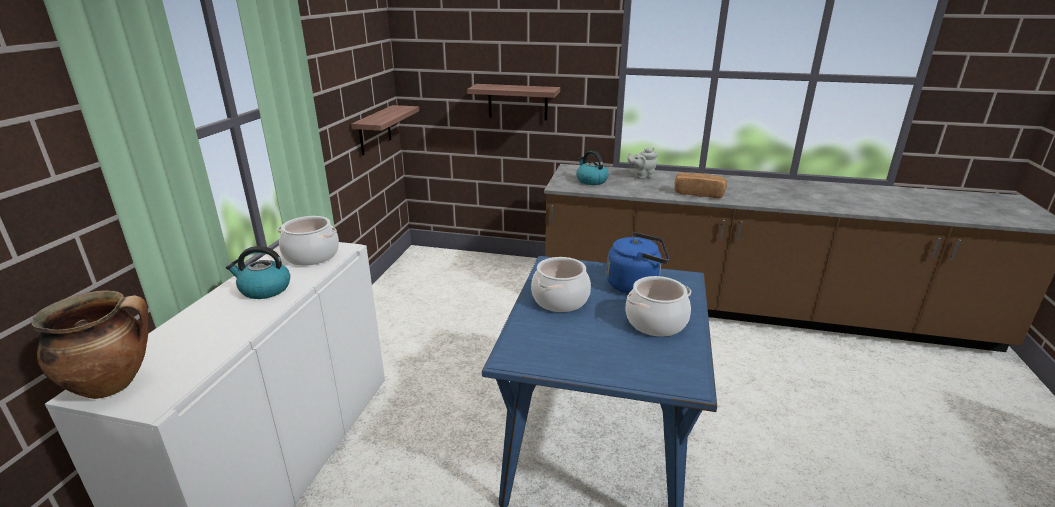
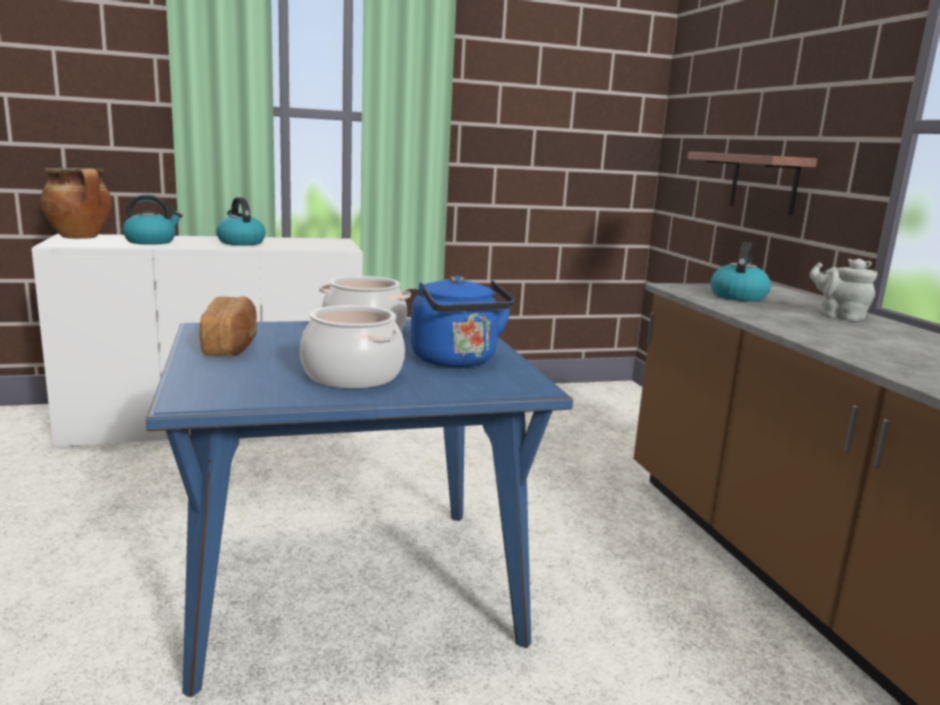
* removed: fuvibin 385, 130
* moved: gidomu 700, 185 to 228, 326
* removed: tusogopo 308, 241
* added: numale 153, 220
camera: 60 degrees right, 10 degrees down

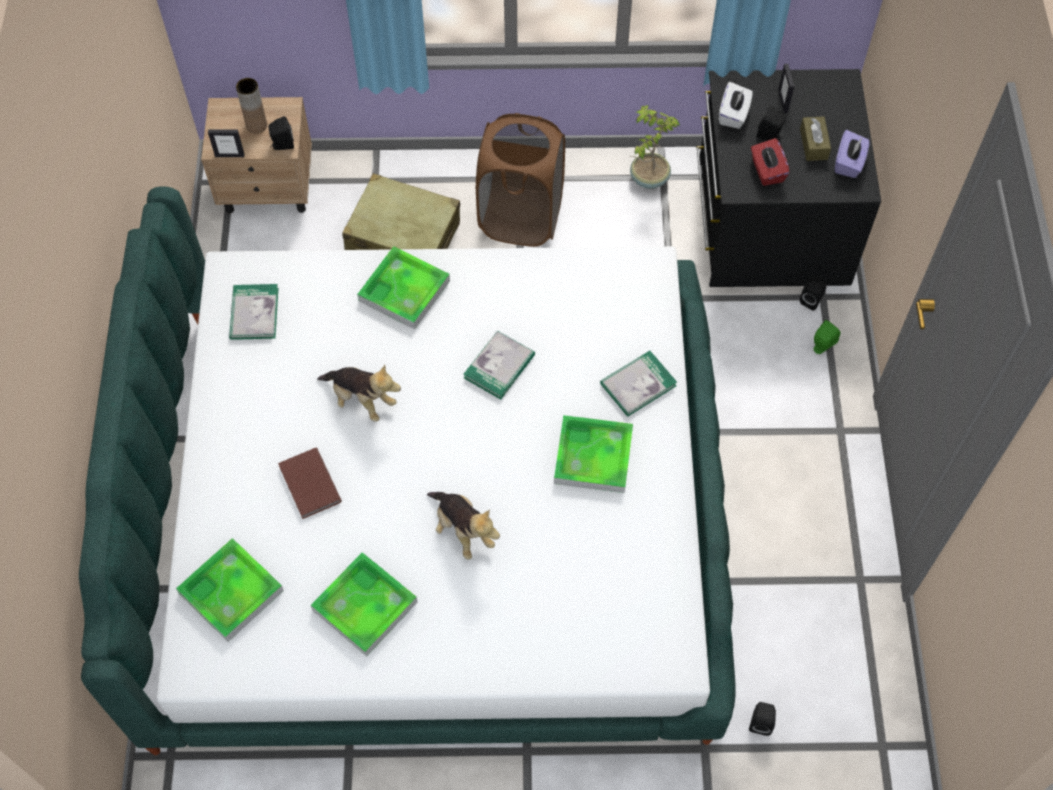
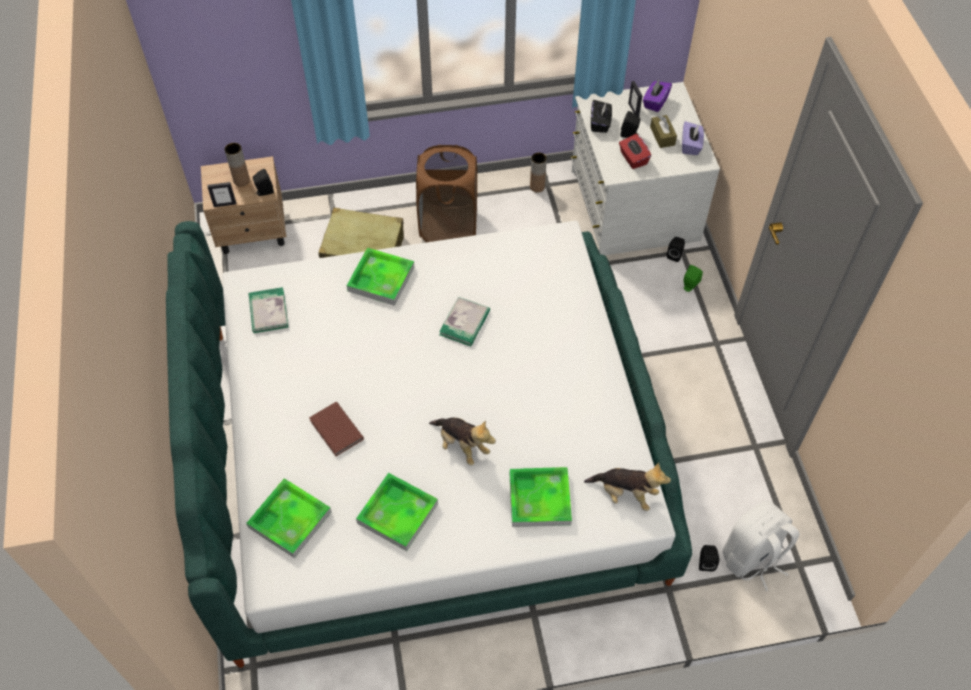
* recoloured: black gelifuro 788, 178 to white gelifuro 645, 168
* recoloured: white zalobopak 736, 105 to black zalobopak 601, 116
* replaced: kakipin 654, 147 to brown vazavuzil 538, 173
* removed: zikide 638, 384
* moved: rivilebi 359, 393 to 627, 486
* moved: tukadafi 593, 454 to 541, 497
* added: purple zalobopak 657, 96
* added: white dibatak 761, 546
camera: 10 degrees left, 5 degrees down

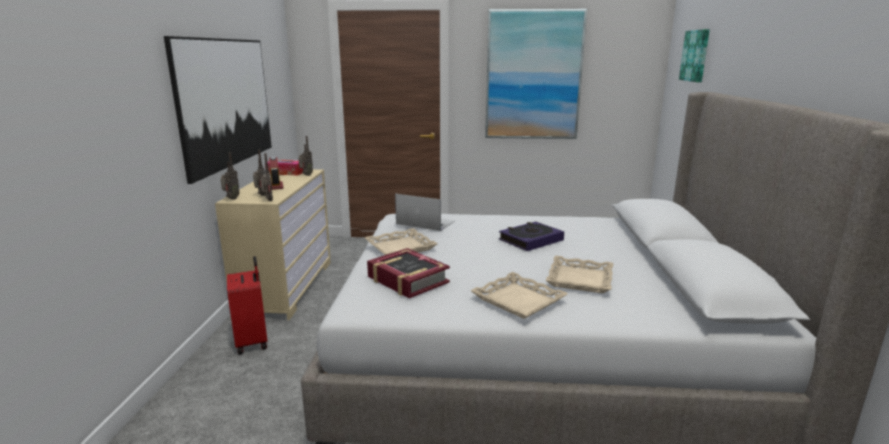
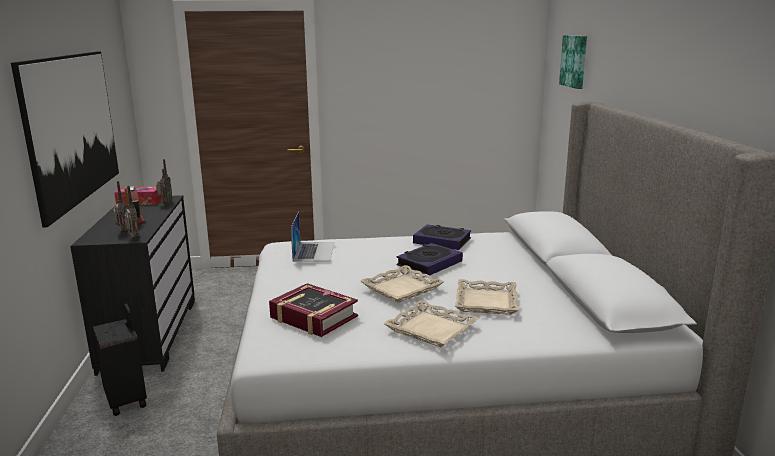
* removed: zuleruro 536, 74
* removed: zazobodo 230, 176
* recoloured: beige gelifuro 273, 244 to black gelifuro 132, 285
* turned: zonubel 425, 212 = 313, 237 75 degrees clockwise
* moved: beige tukadafi 401, 241 to 402, 284
* recoloured: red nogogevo 247, 305 to black nogogevo 120, 360
* added: zikide 442, 237
camera: 10 degrees left, 0 degrees up

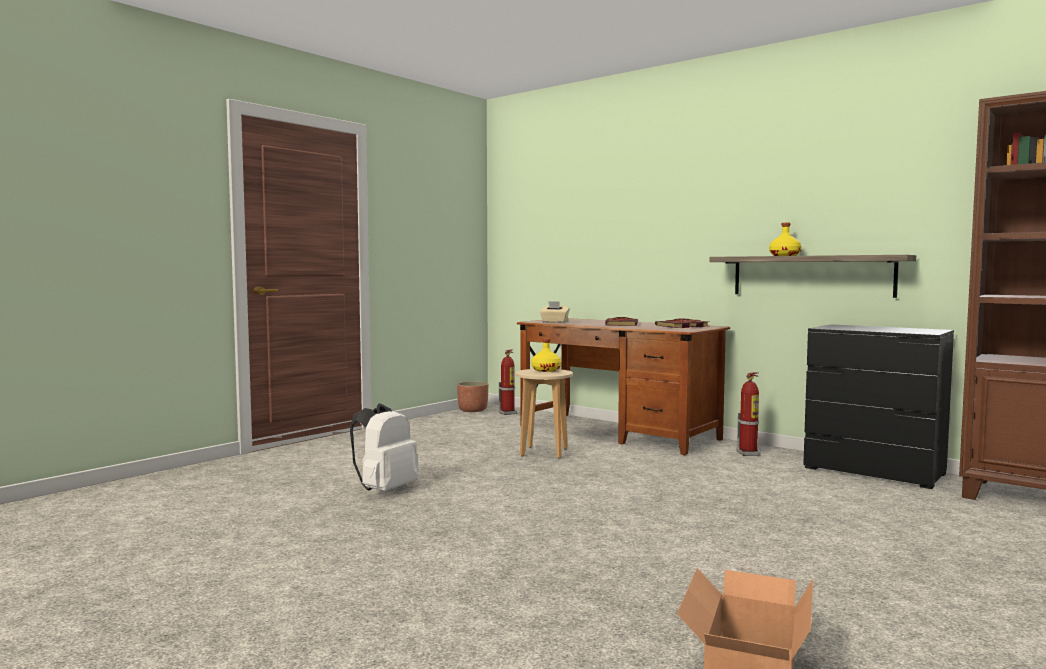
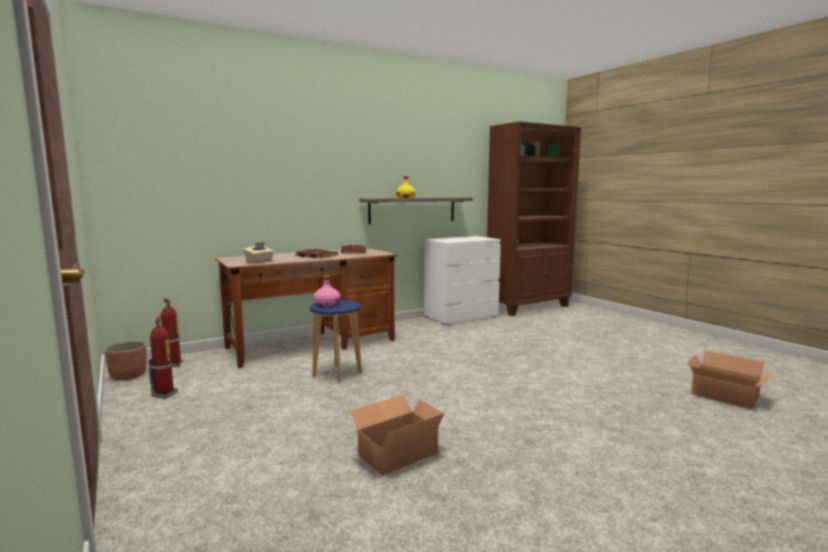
* recoloured: black gelifuro 878, 406 to white gelifuro 462, 280
* recoloured: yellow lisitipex 546, 355 to pink lisitipex 326, 290
* recoloured: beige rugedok 544, 413 to blue rugedok 335, 342
* moved: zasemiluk 748, 414 to 163, 357
* replaced: white dibatak 384, 447 to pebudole 396, 435
camera: 70 degrees left, 5 degrees up

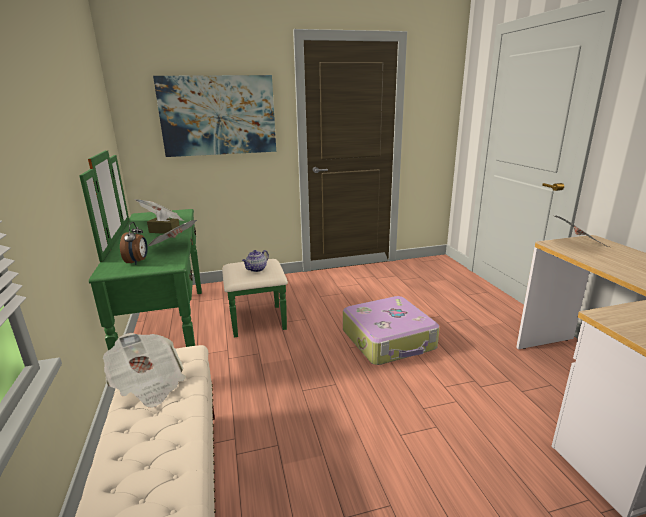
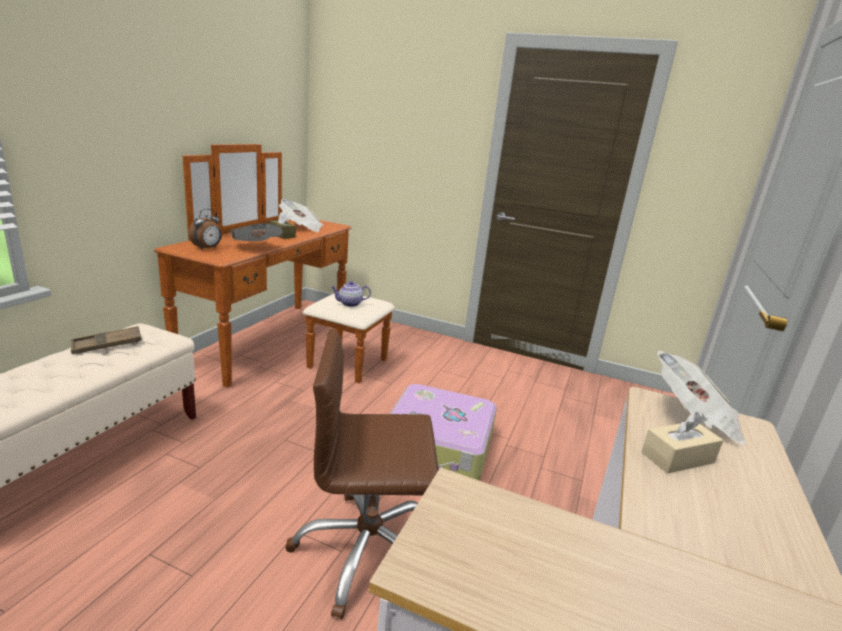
* removed: zuleruro 214, 116
* recoloured: green gelifuro 183, 250 to brown gelifuro 274, 266
* replaced: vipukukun 144, 370 to brown tukadafi 106, 340
* added: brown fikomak 362, 473
* added: beige zalobopak 682, 443
camera: 35 degrees right, 0 degrees up

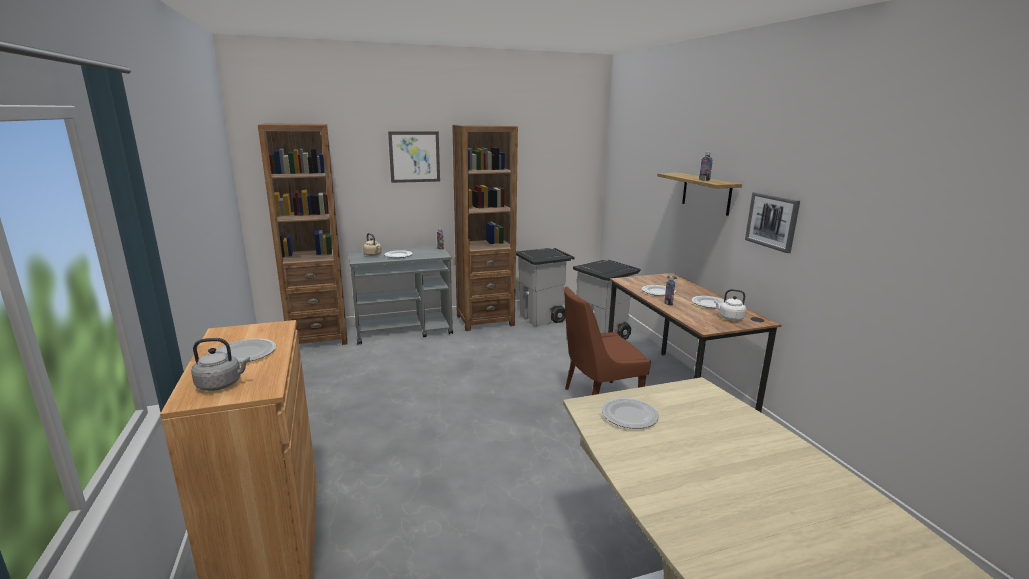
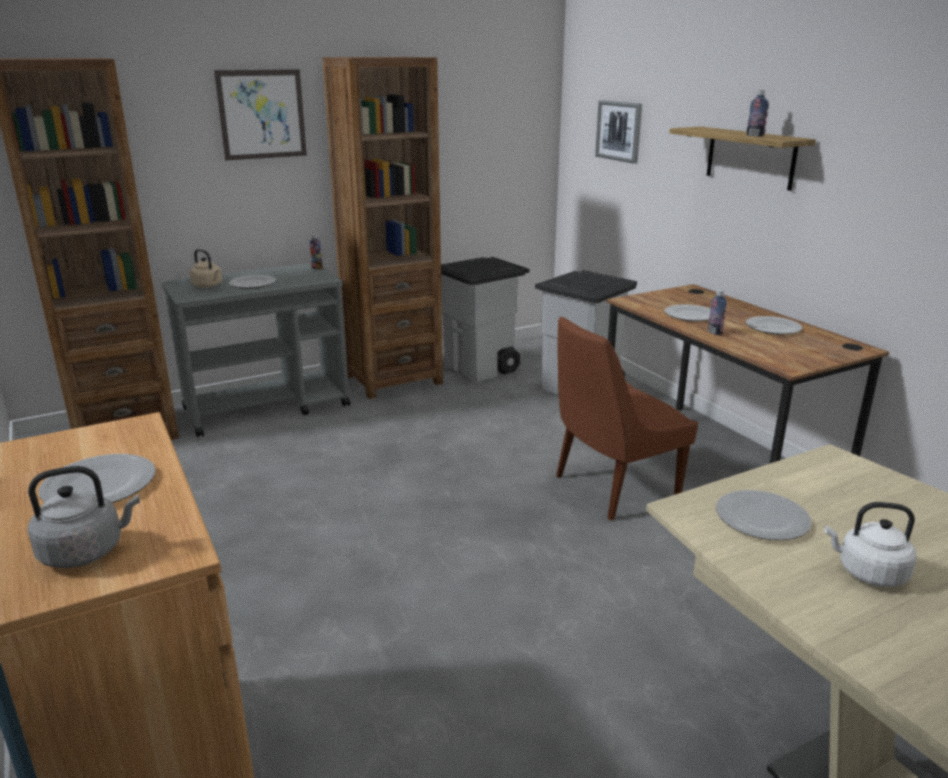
* moved: zuleruro 772, 222 to 618, 132
* moved: white numale 730, 305 to 871, 544
camera: 10 degrees left, 5 degrees up

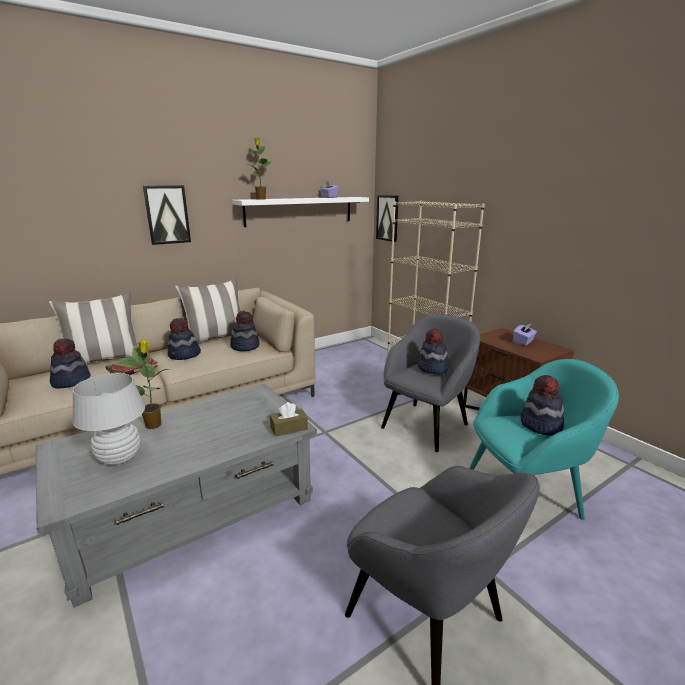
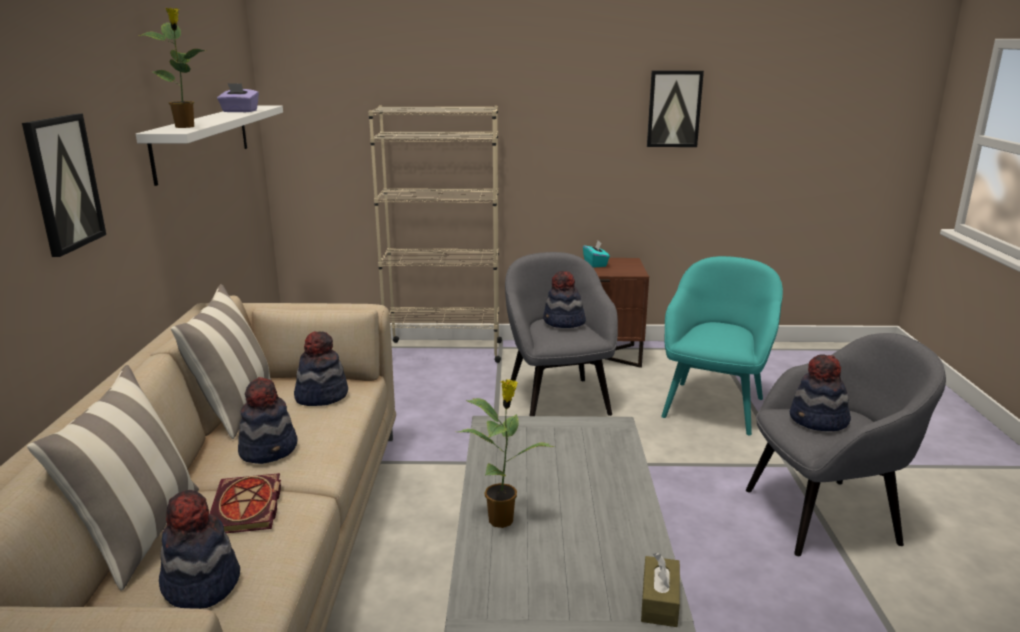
* moved: zuleruro 387, 218 to 675, 109
* recoloured: purple zalobopak 525, 334 to turquoise zalobopak 596, 254
* removed: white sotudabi 108, 419
* moved: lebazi 542, 405 to 820, 392
* moved: brown zalobopak 289, 419 to 660, 590
camera: 55 degrees left, 0 degrees up

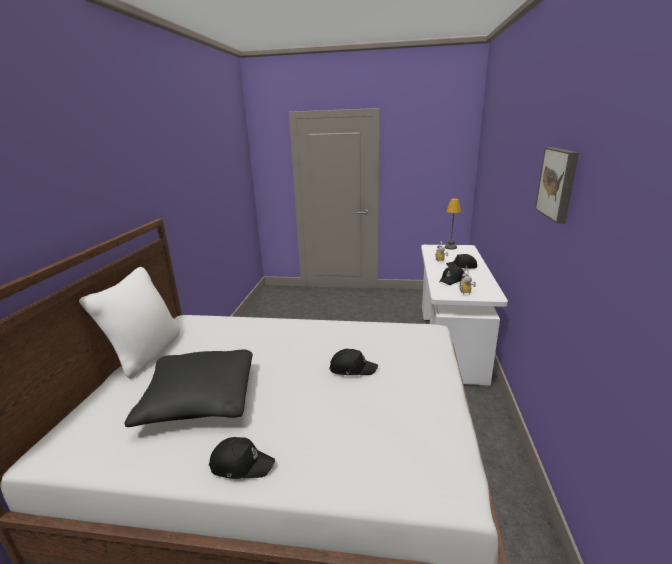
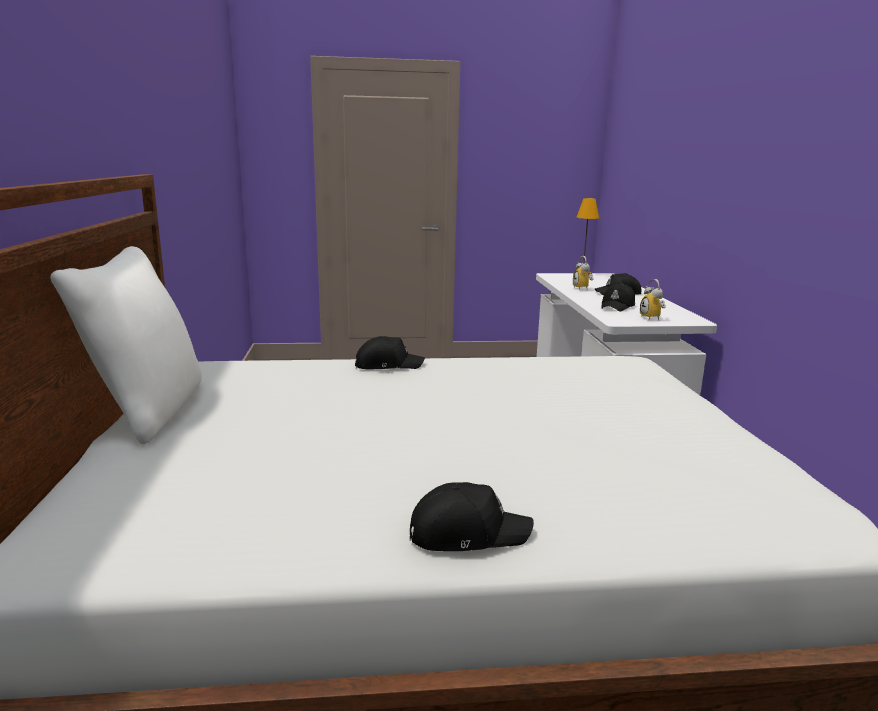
* removed: zuleruro 557, 185
* moved: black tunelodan 353, 362 to 390, 352
* removed: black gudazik 189, 388
camera: 15 degrees left, 5 degrees down

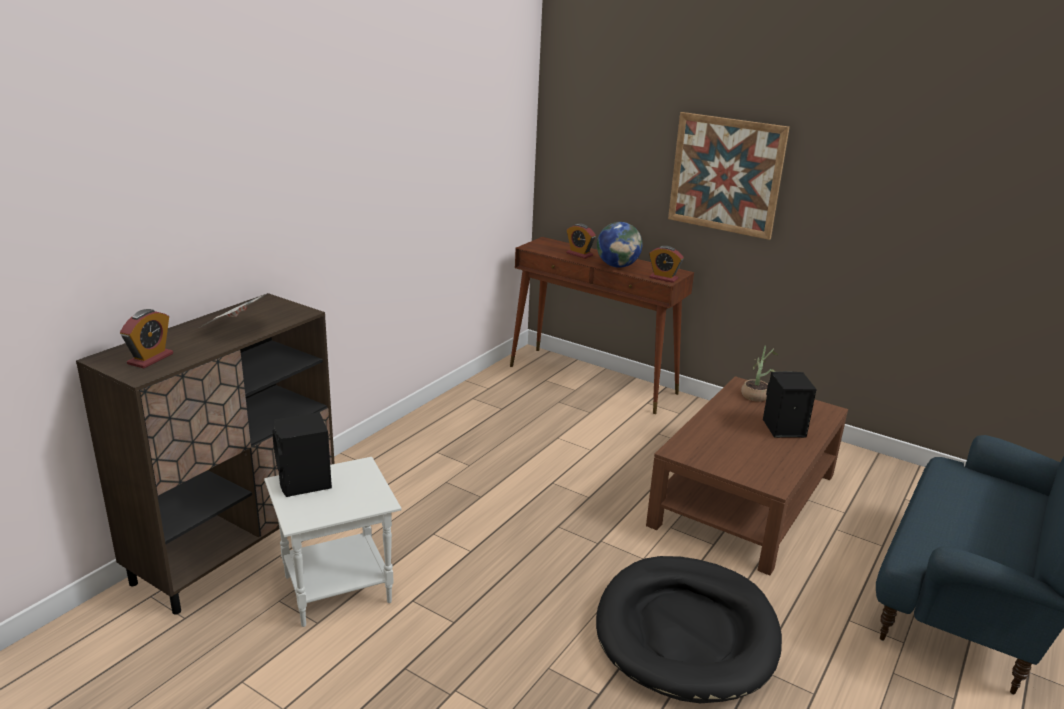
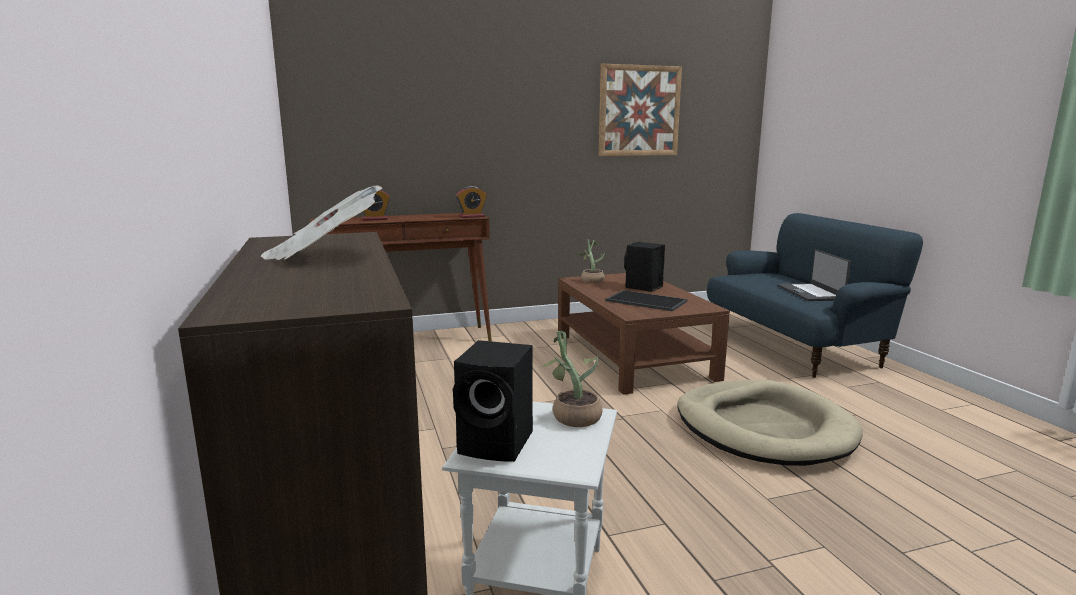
* moved: zuleruro 729, 176 to 640, 110
* removed: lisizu 619, 245
* removed: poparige 146, 338
* recoloured: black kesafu 689, 629 to beige kesafu 770, 422
* added: zonubel 814, 275
* added: tukadafi 646, 301
* added: kakipin 571, 379
camera: 50 degrees left, 10 degrees down

